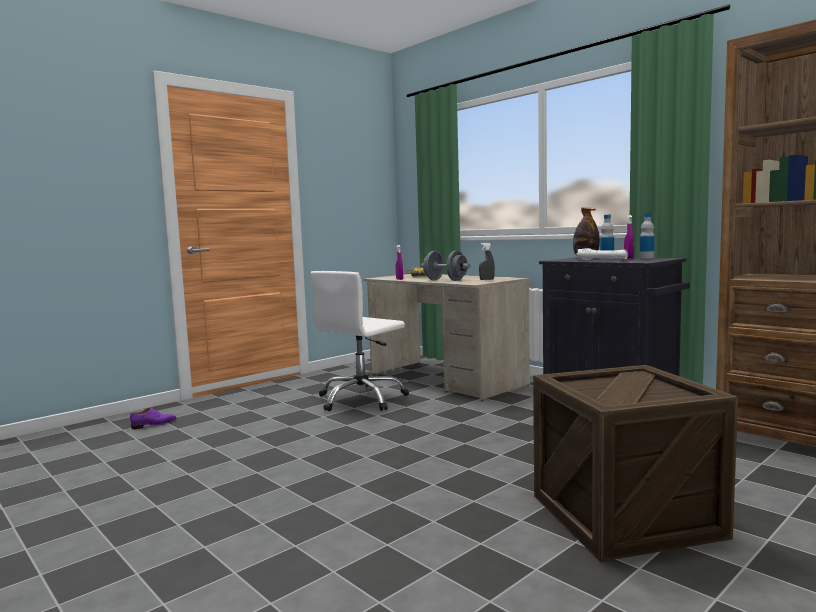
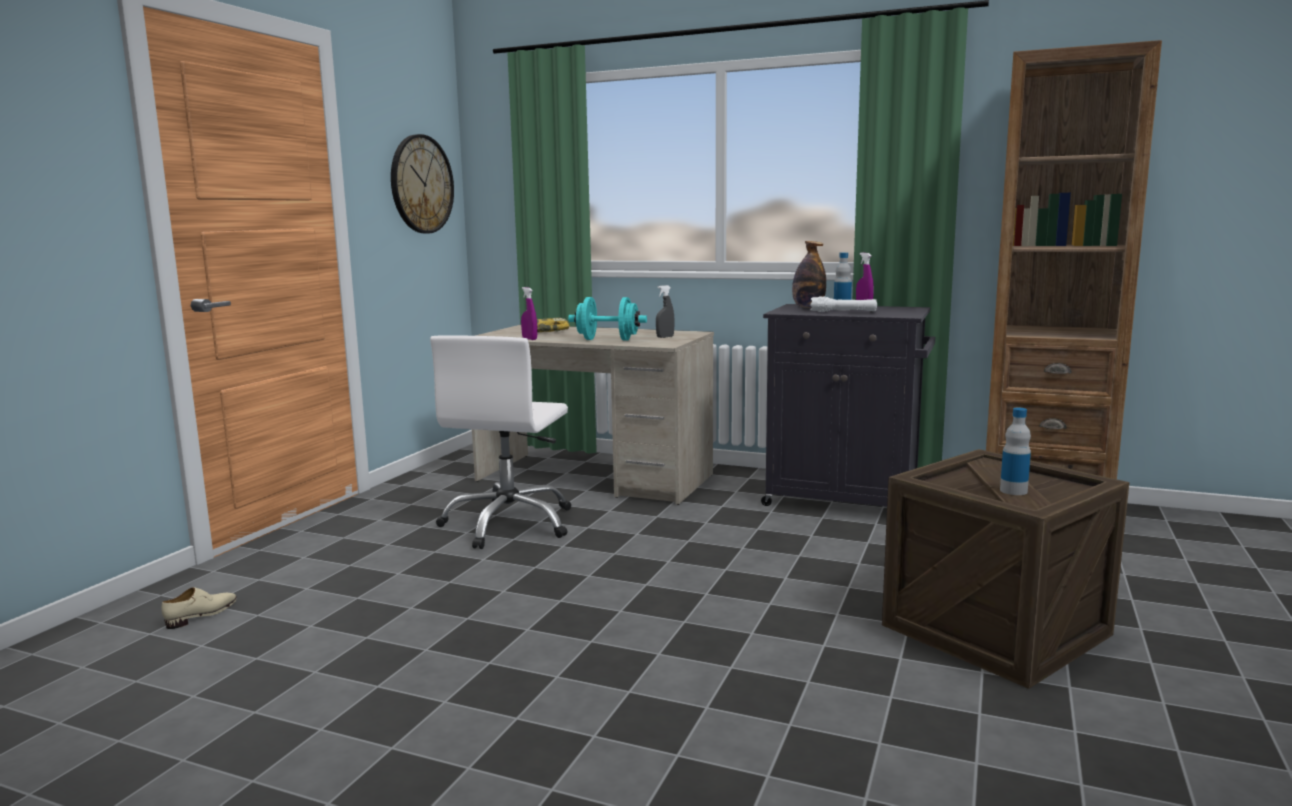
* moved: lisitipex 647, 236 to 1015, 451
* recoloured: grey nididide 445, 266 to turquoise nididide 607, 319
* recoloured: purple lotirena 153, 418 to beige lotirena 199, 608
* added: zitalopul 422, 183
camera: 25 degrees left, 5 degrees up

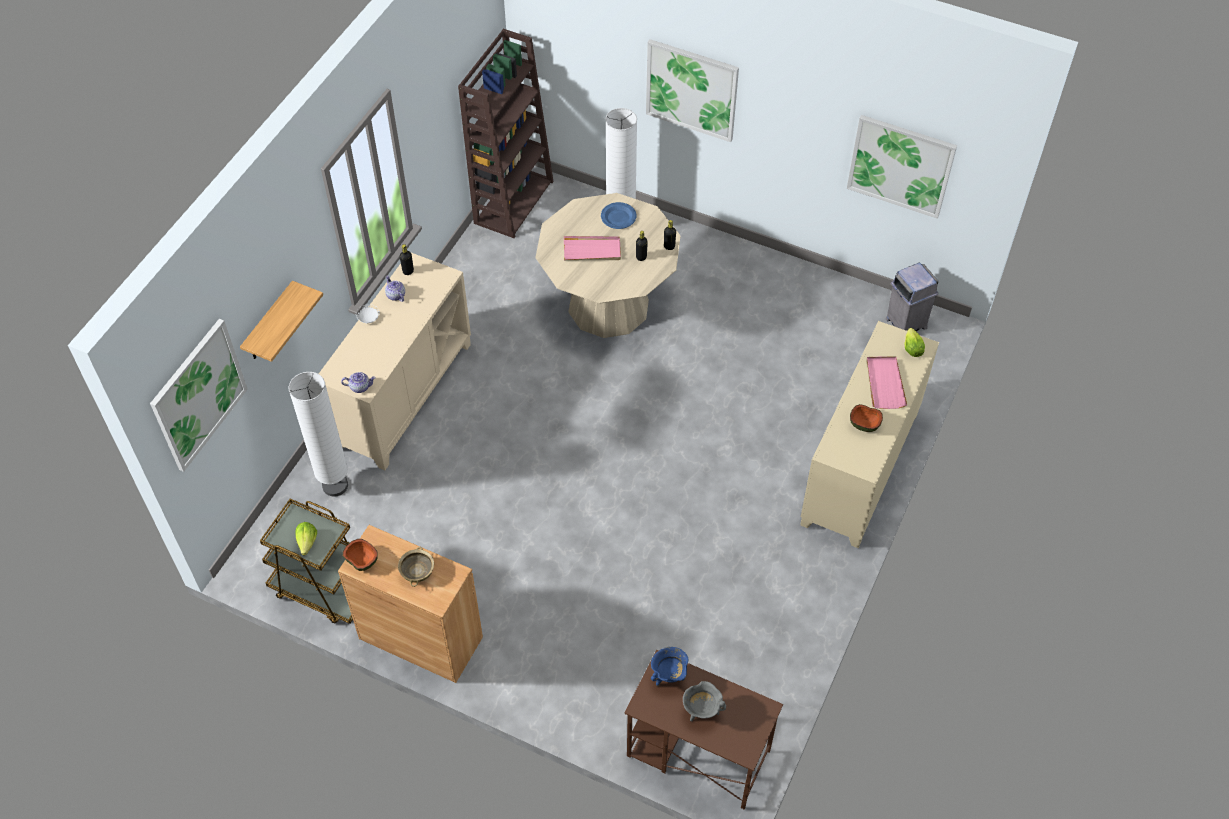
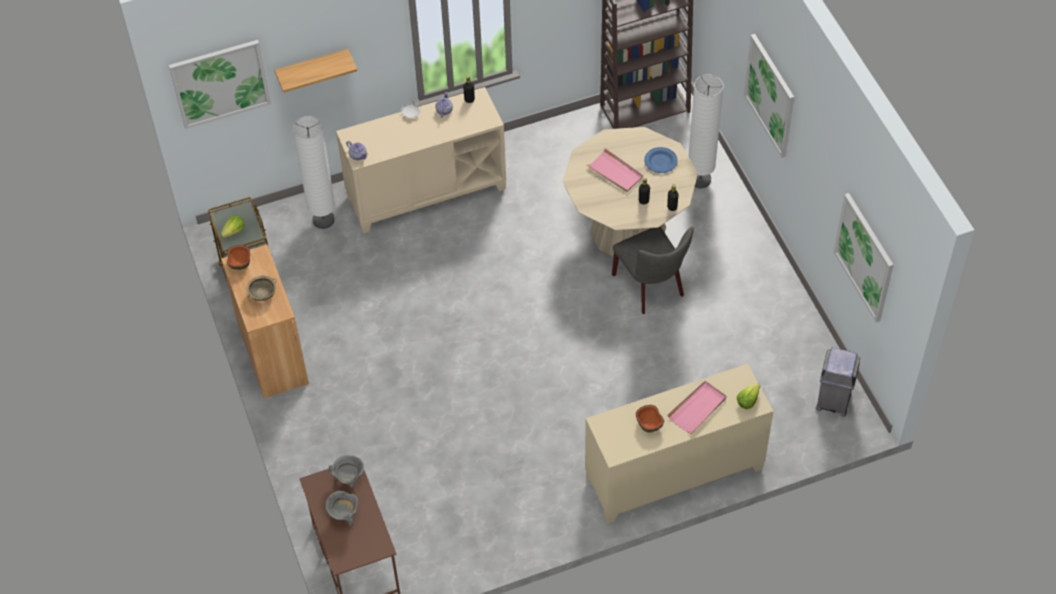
* recoloured: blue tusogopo 670, 666 to grey tusogopo 346, 471
* added: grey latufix 653, 270
camera: 45 degrees right, 0 degrees up

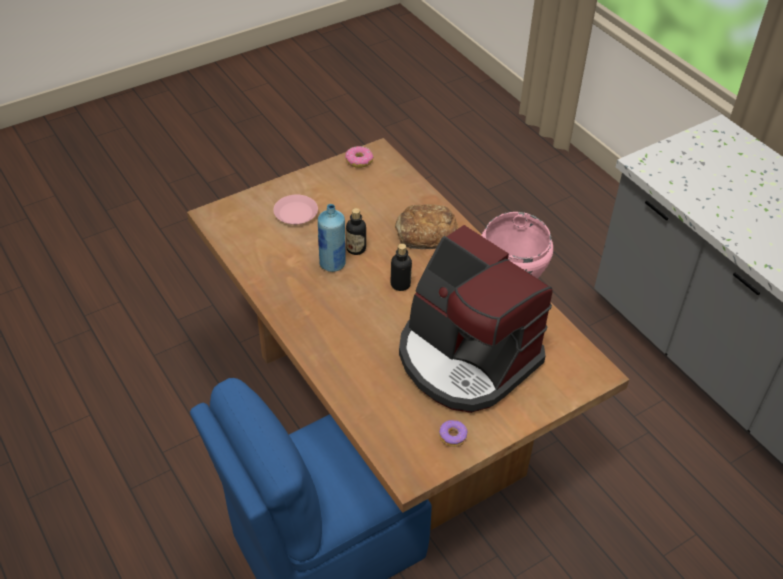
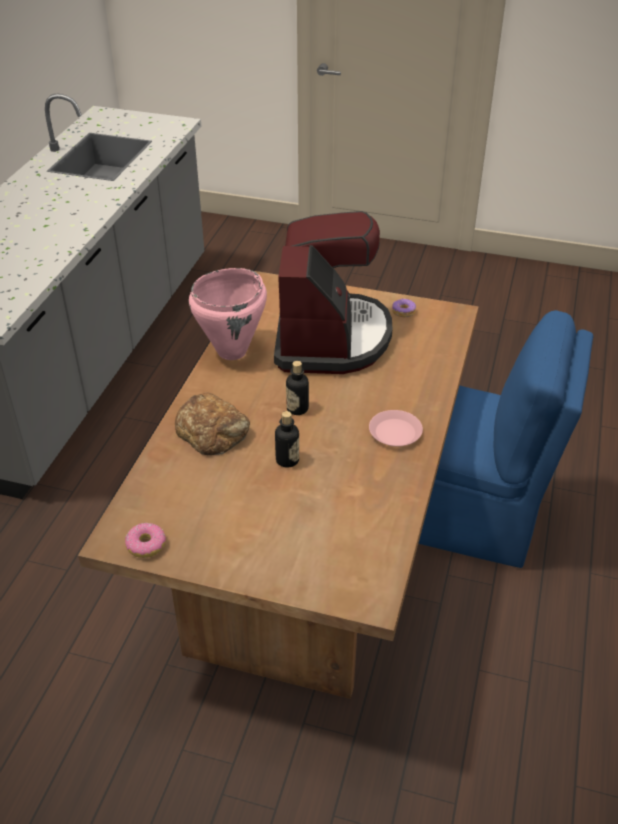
* moved: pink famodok 295, 210 to 396, 428
* removed: blue lisitipex 332, 238
camera: 130 degrees left, 5 degrees down

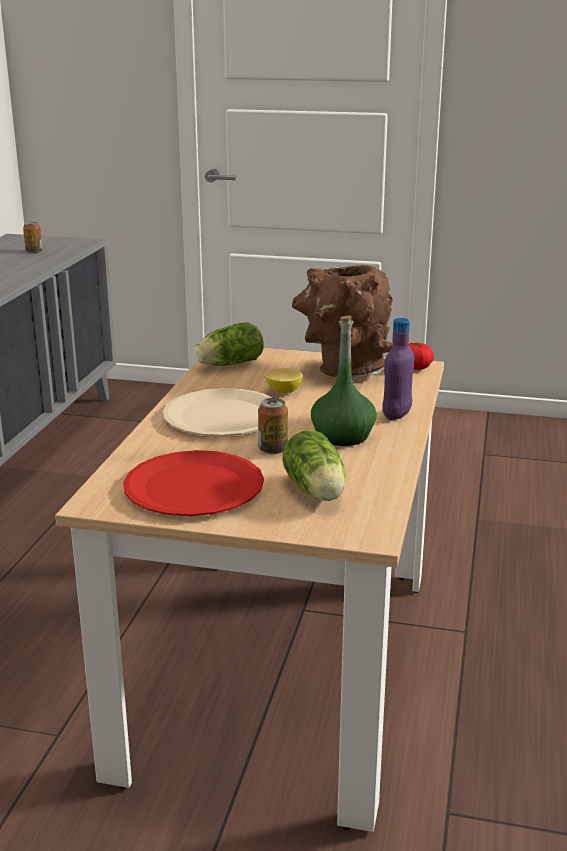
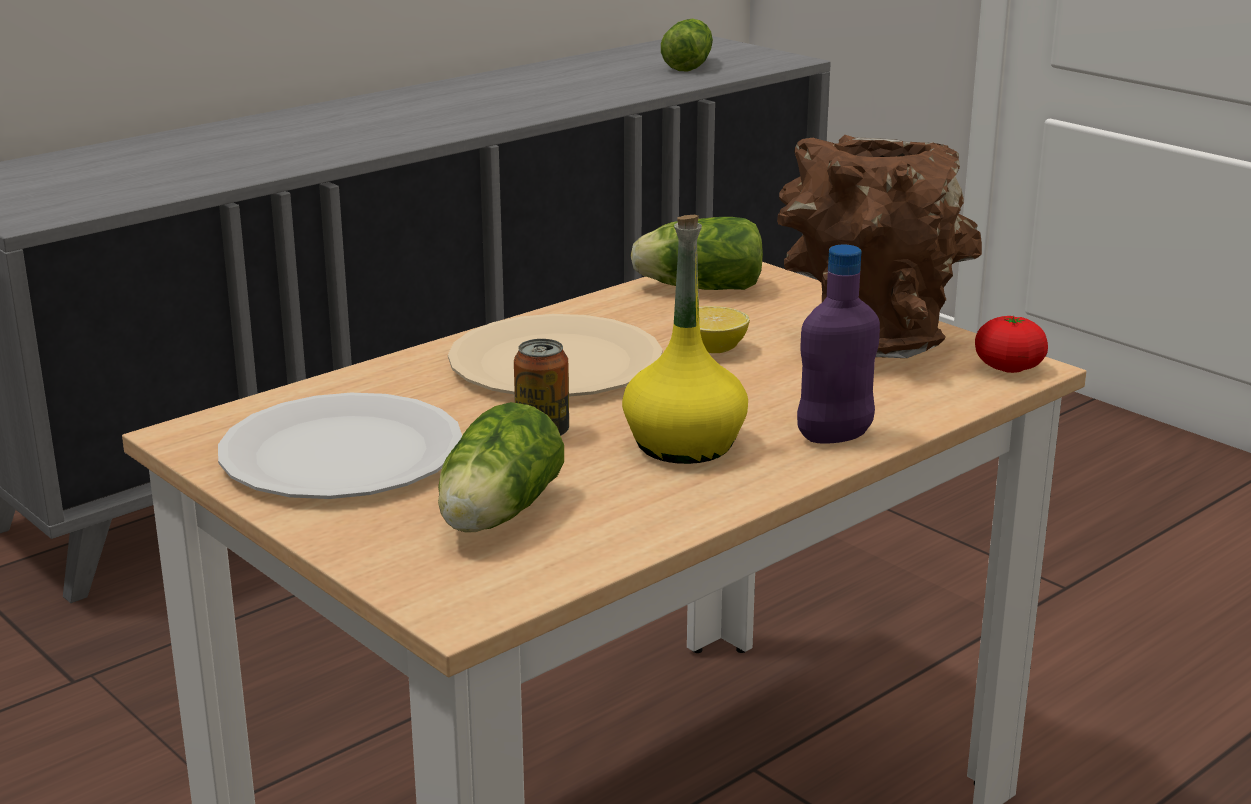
* replaced: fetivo 33, 238 to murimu 687, 45
* recoloured: green lisitipex 344, 380 to yellow lisitipex 685, 339
* recoloured: red famodok 193, 483 to white famodok 340, 446
camera: 35 degrees right, 0 degrees up

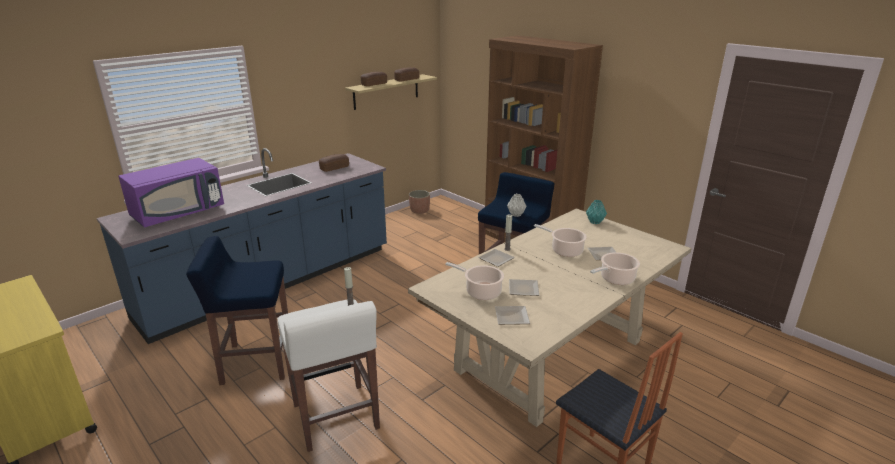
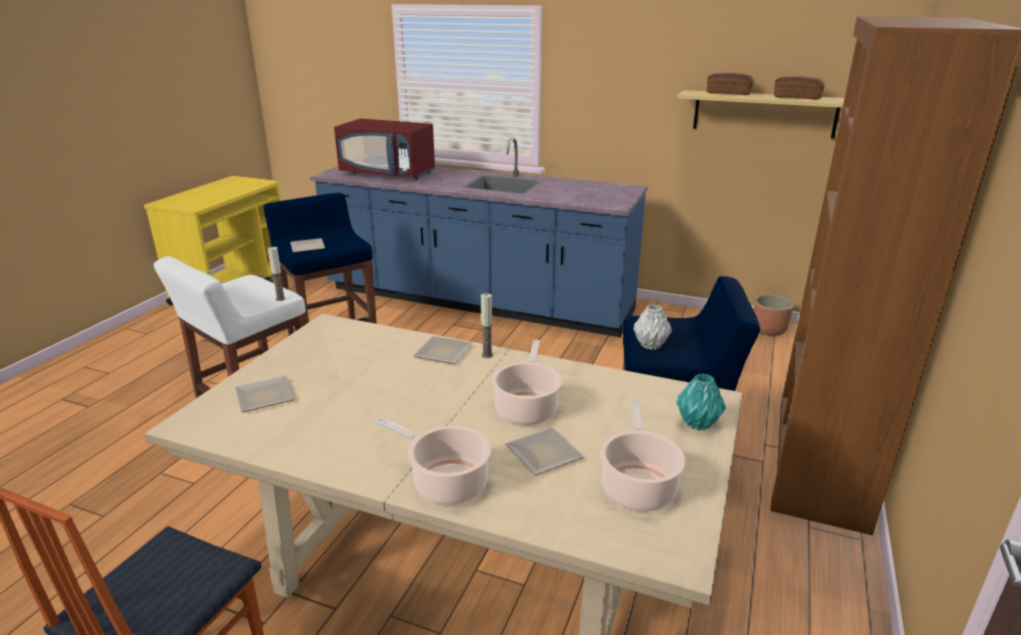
* removed: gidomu 334, 163
* recoloured: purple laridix 171, 192 to red laridix 385, 149
* moved: tusogopo 474, 281 to 643, 455
* moved: famodok 524, 287 to 307, 245
camera: 65 degrees right, 0 degrees up

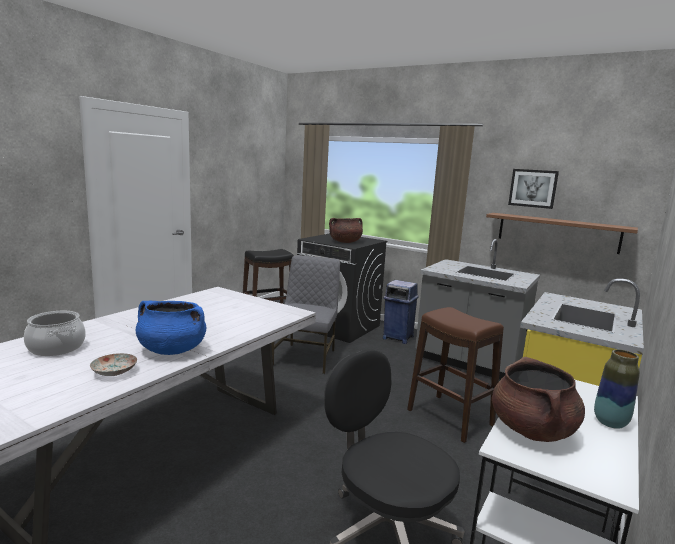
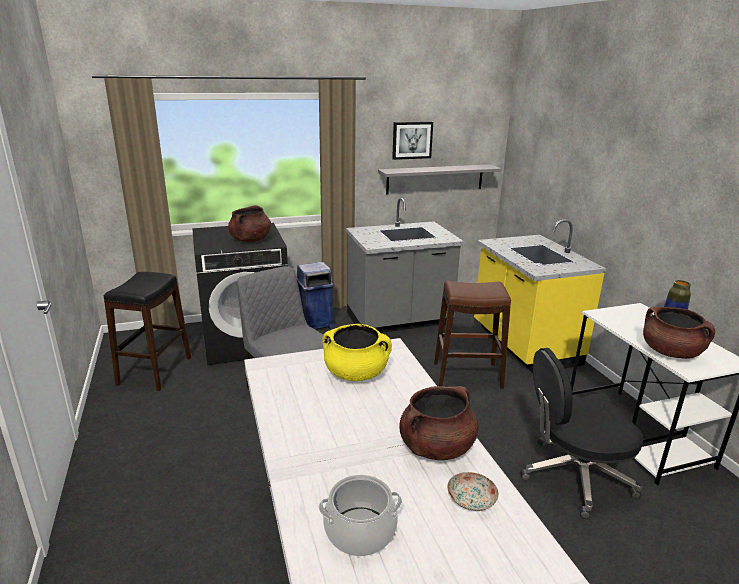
* recoloured: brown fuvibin 562, 233 to grey fuvibin 440, 179
* recoloured: blue tusogopo 171, 328 to brown tusogopo 439, 423
* added: yellow tusogopo 357, 352
camera: 50 degrees left, 10 degrees up

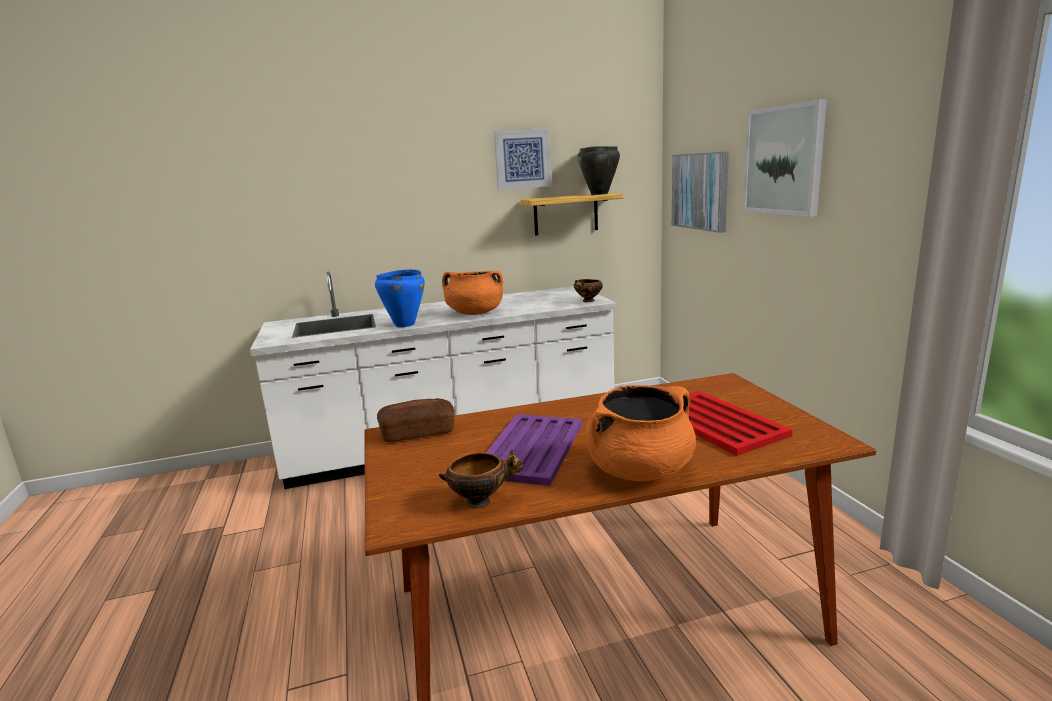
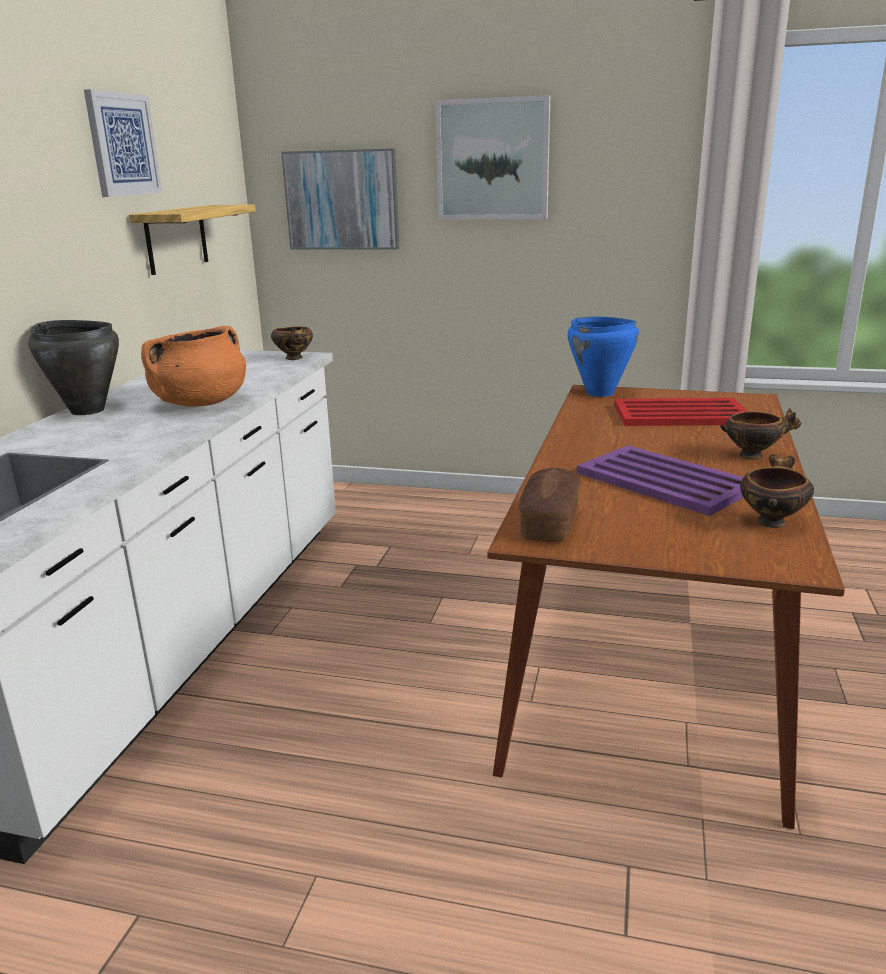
* moved: black tusogopo 599, 170 to 73, 367
* moved: blue tusogopo 400, 298 to 603, 357
* replaced: orange tusogopo 640, 433 to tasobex 760, 434
camera: 60 degrees left, 5 degrees up

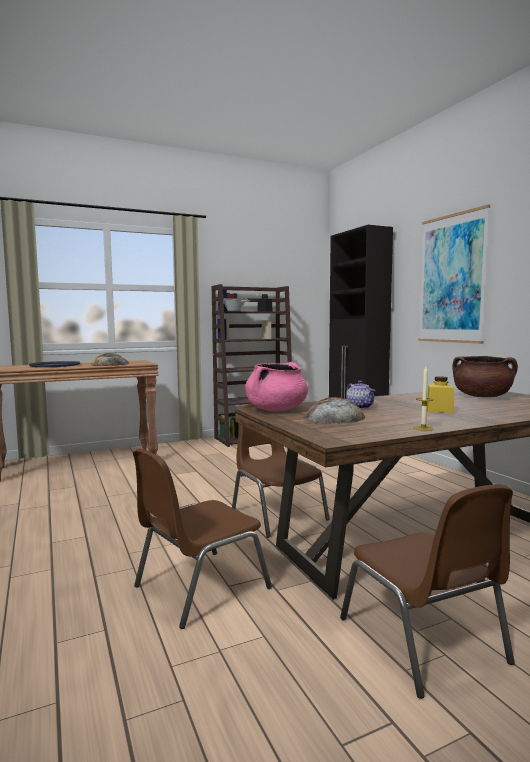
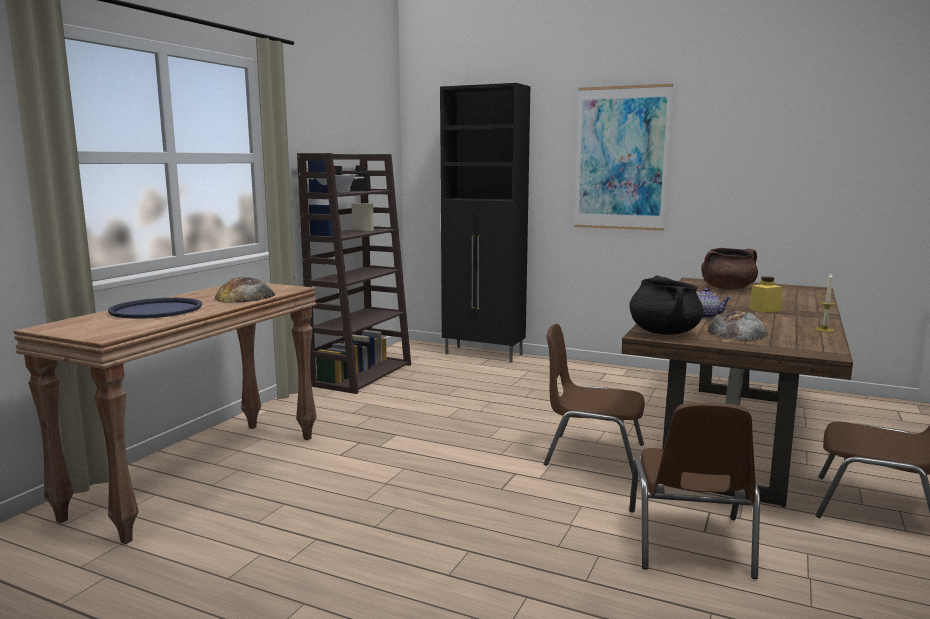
* recoloured: pink tusogopo 276, 386 to black tusogopo 666, 305
camera: 40 degrees left, 5 degrees up

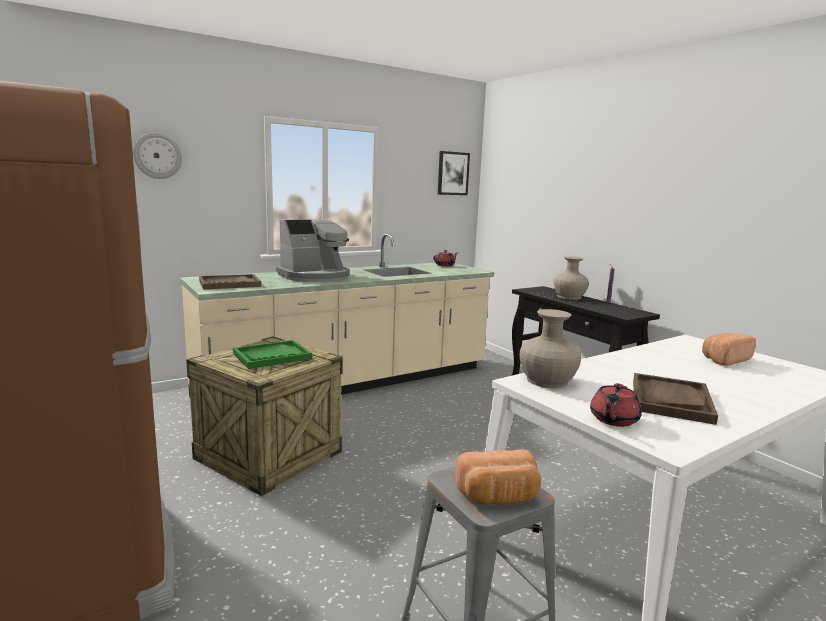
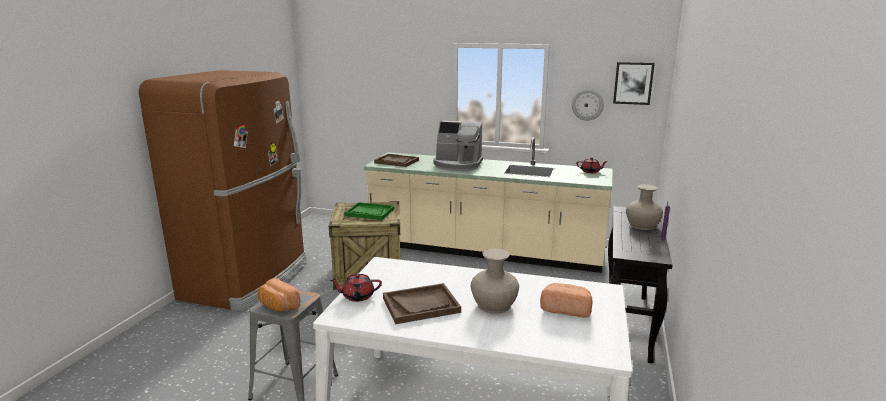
* moved: zitalopul 157, 155 to 588, 105
* moved: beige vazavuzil 550, 348 to 495, 281
camera: 50 degrees right, 5 degrees up

